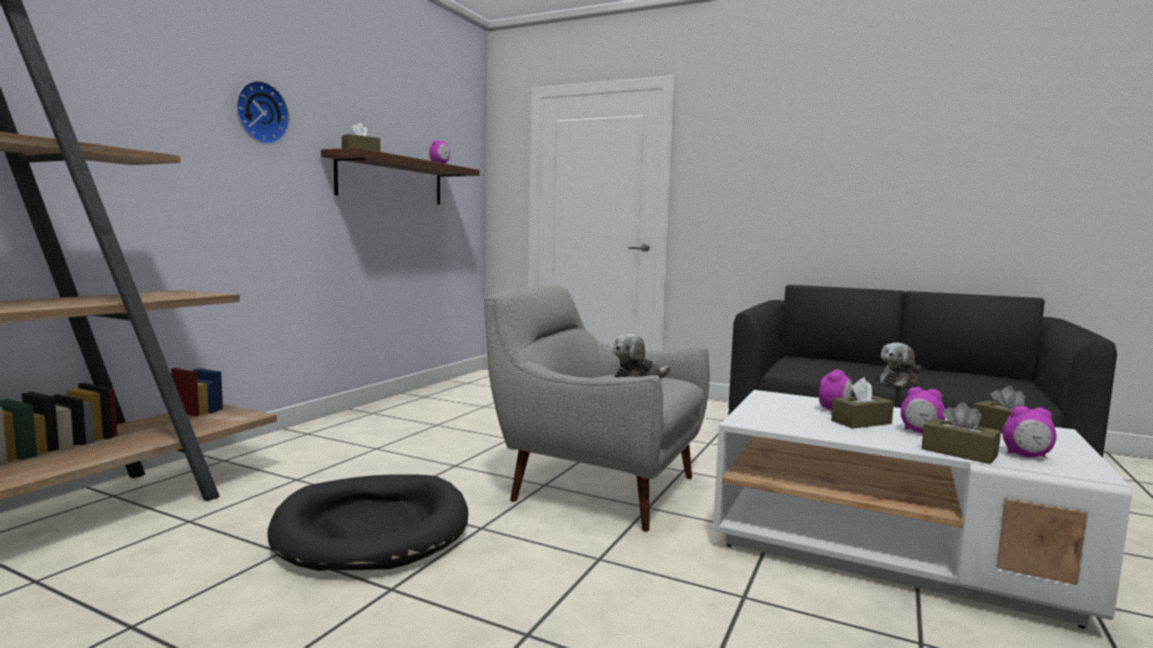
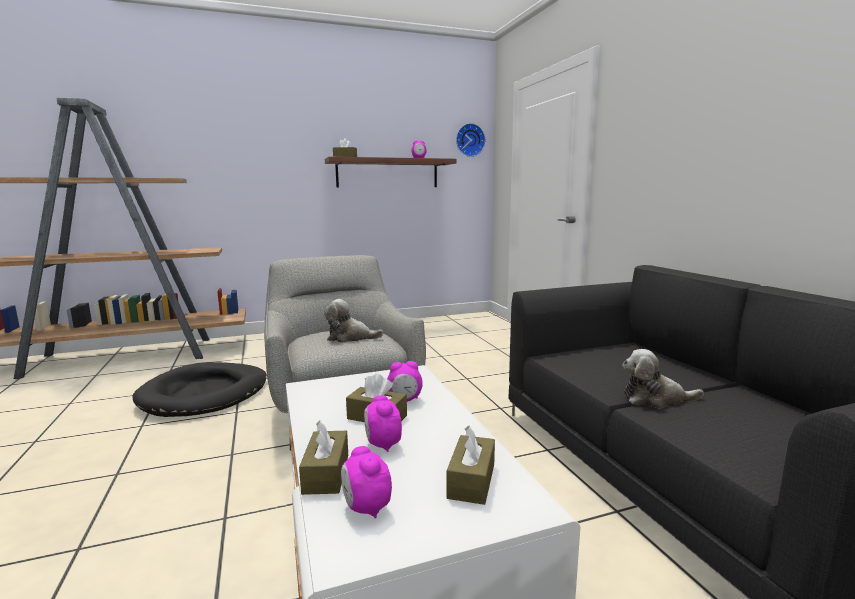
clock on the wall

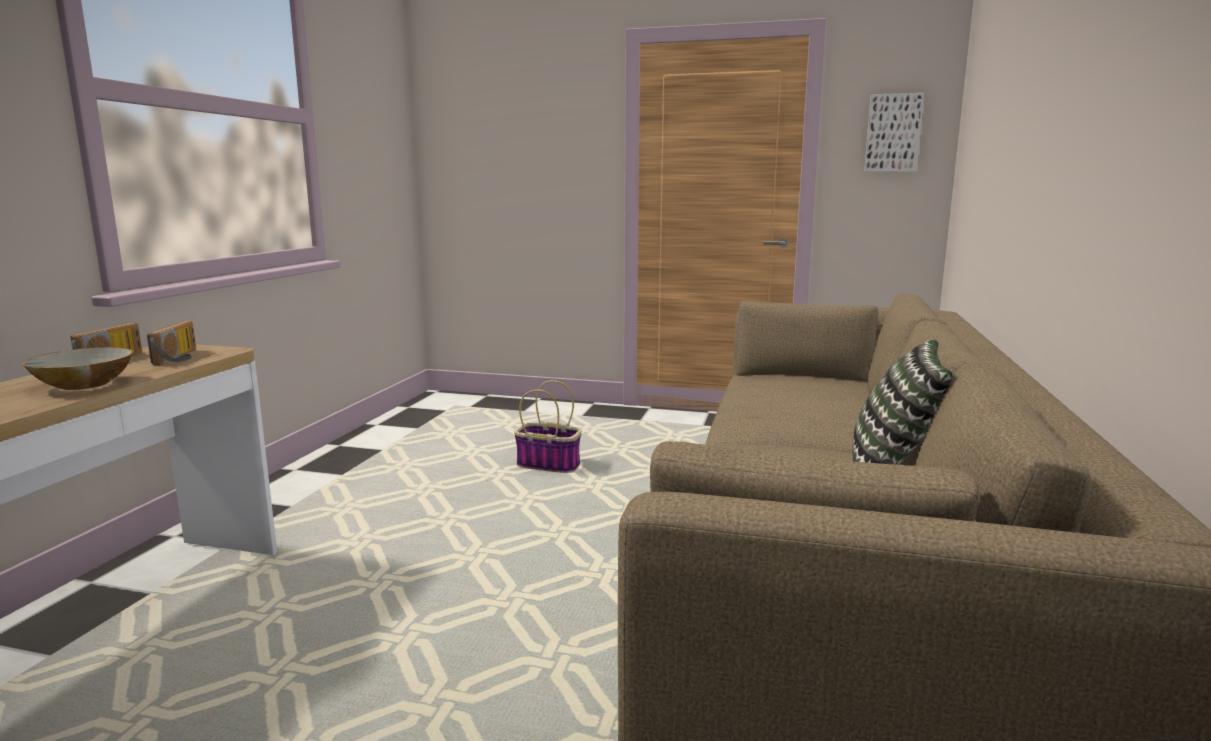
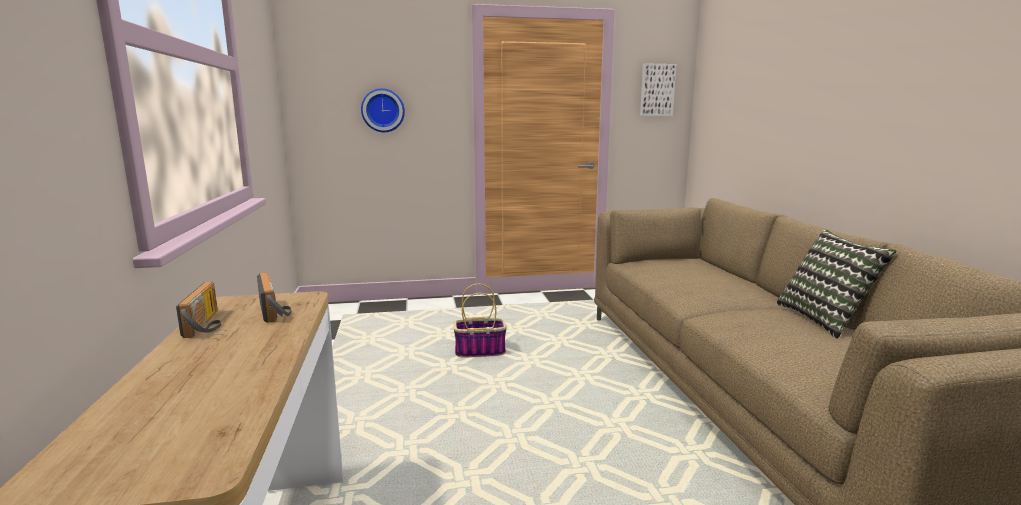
deep dish
clock on the wall

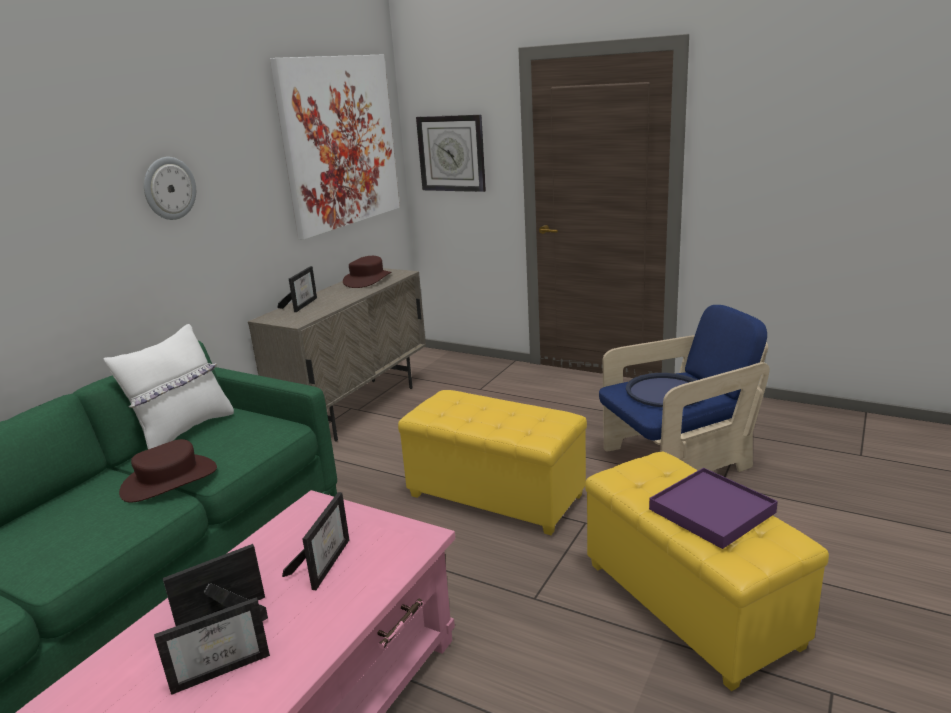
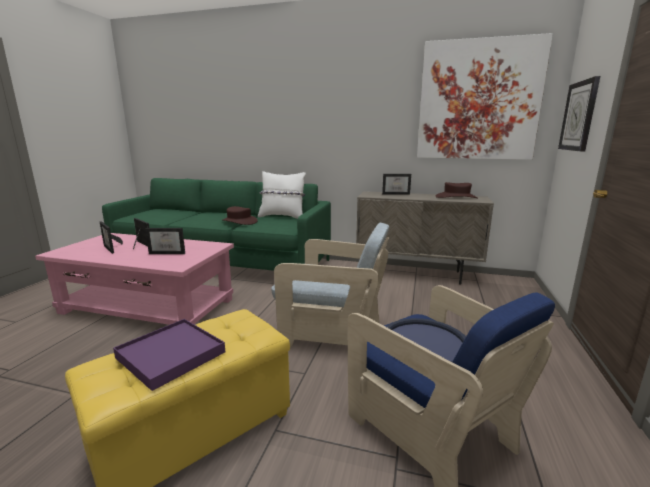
clock on the wall (no. 1 from left in the first image)
beige lounge chair

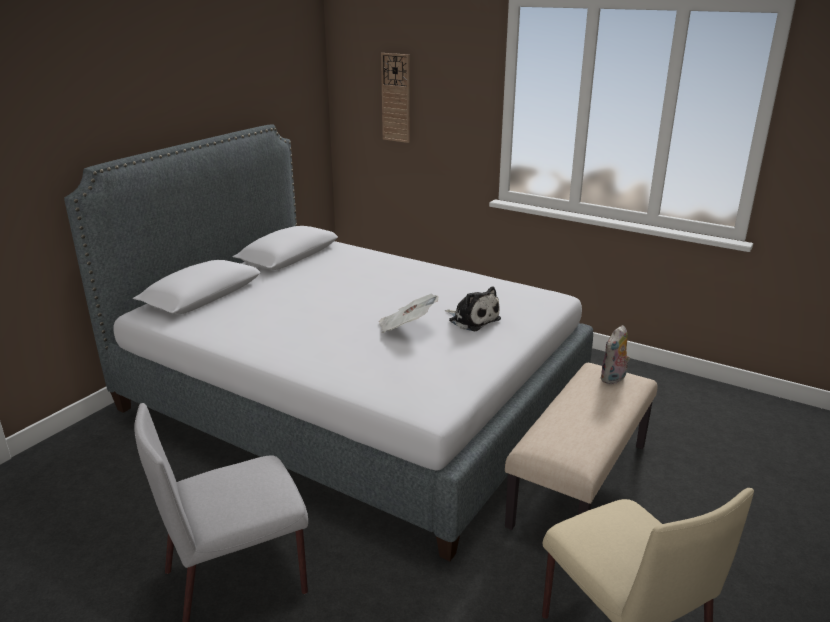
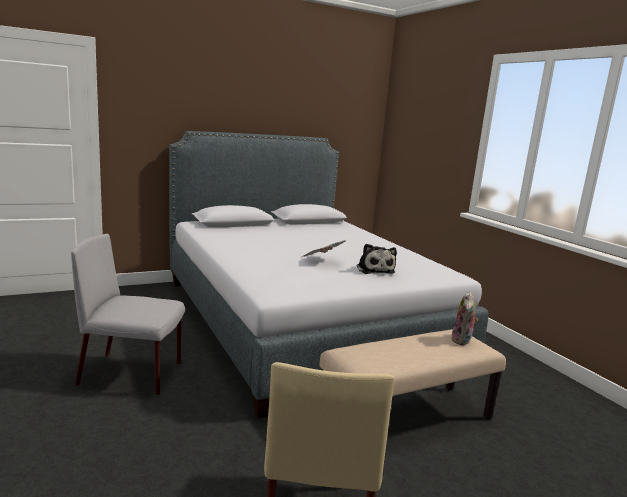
clock on the wall
plush toy (no. 2 from left)

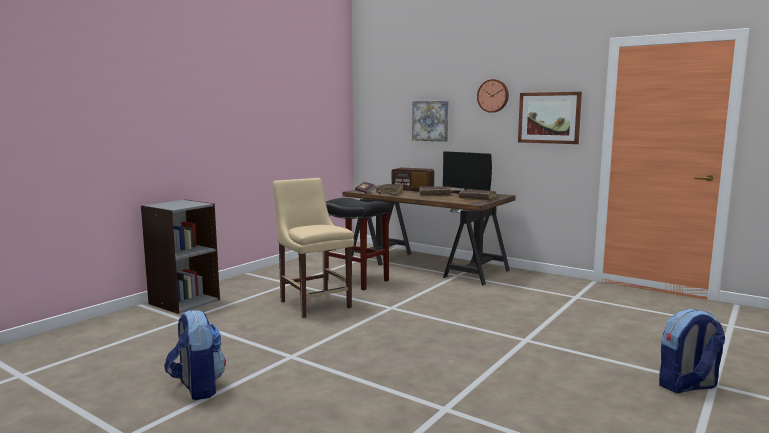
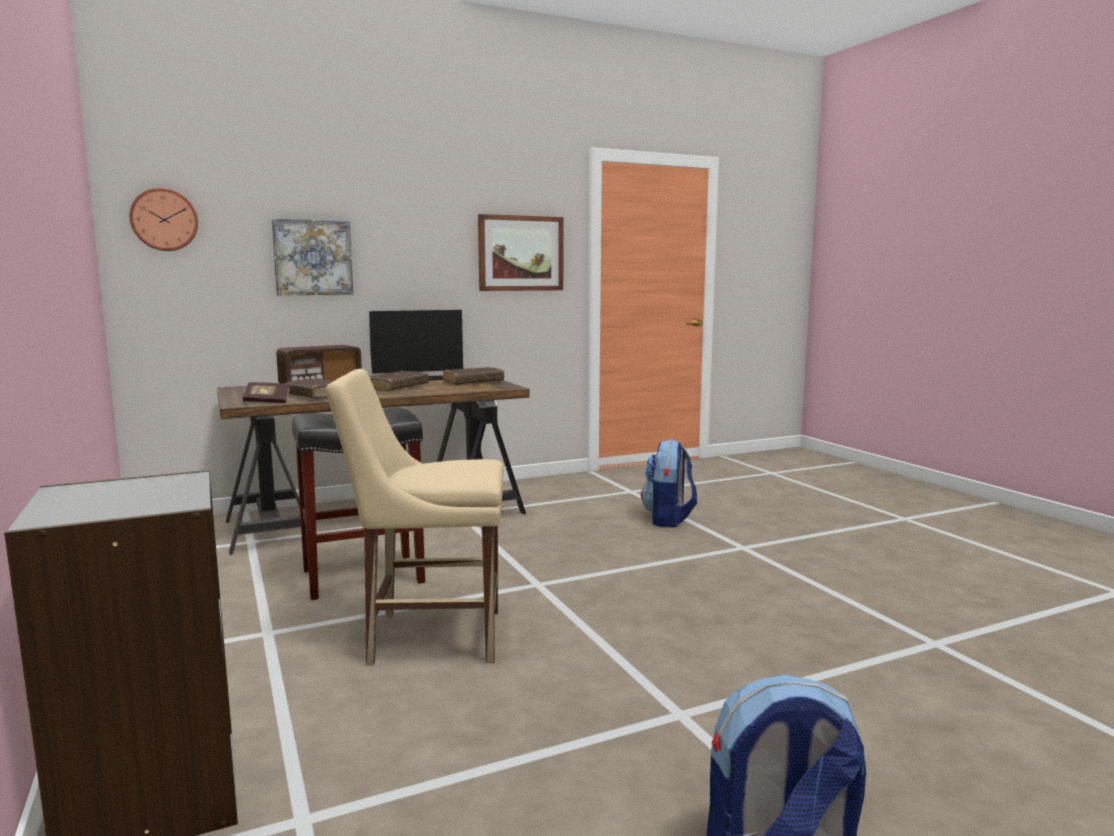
clock on the wall
backpack (no. 1 from left)

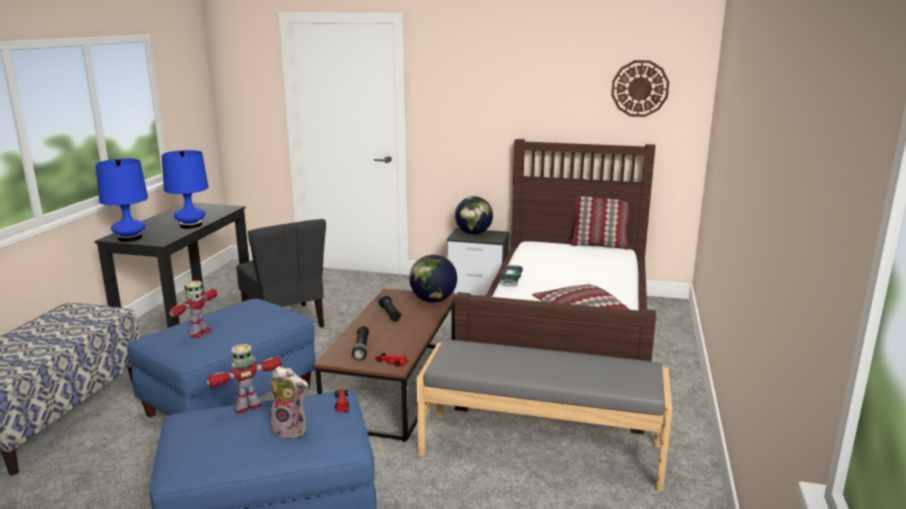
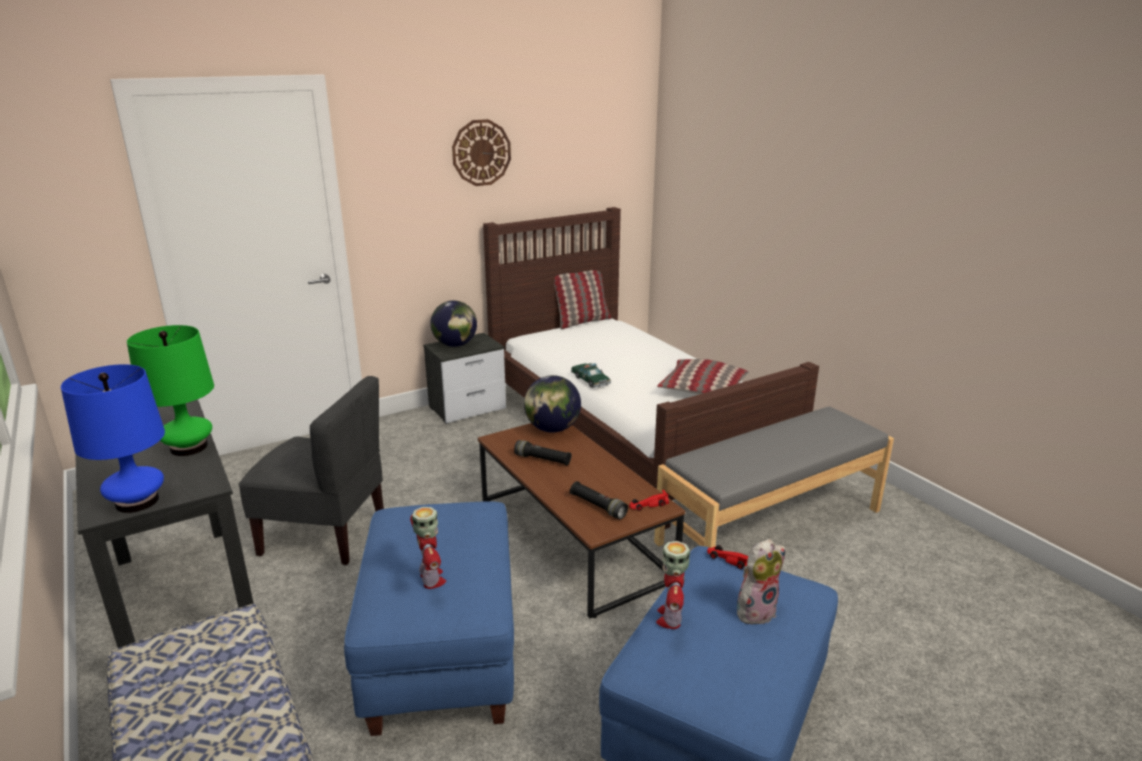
clock on the wall
greenish table lamp

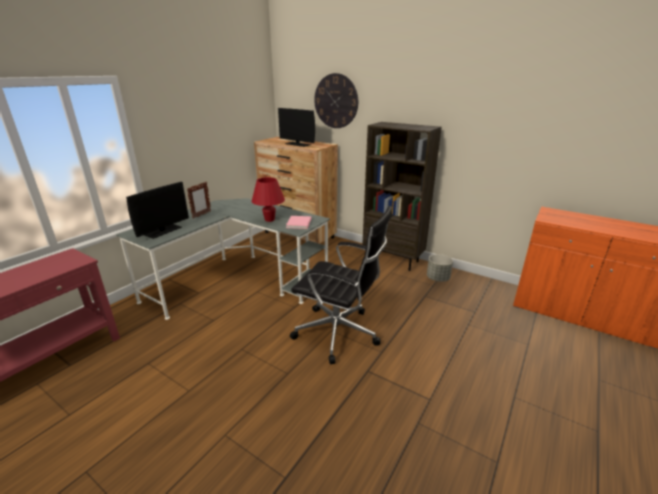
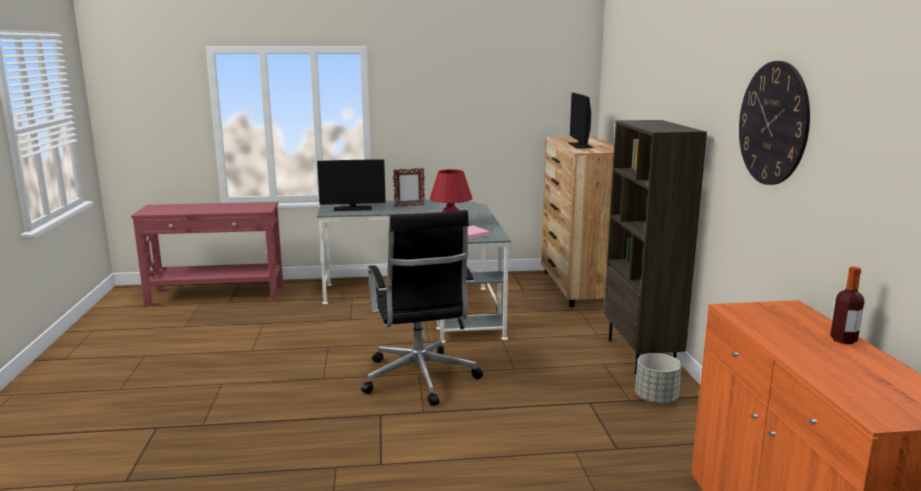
clock on the wall
beverage bottle

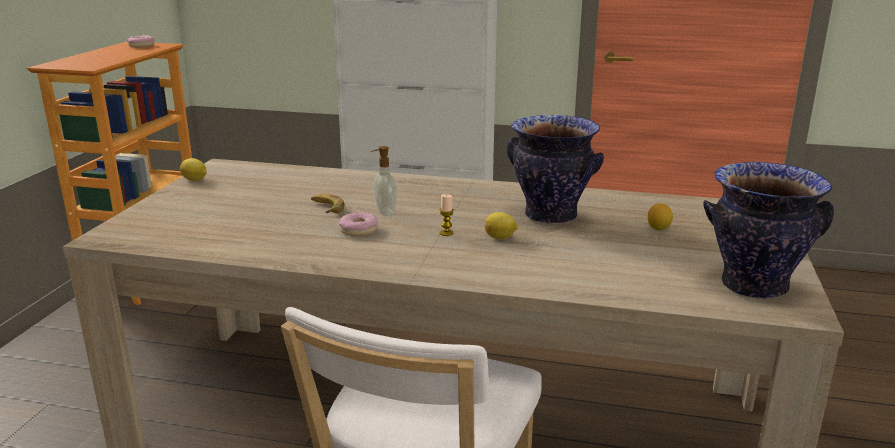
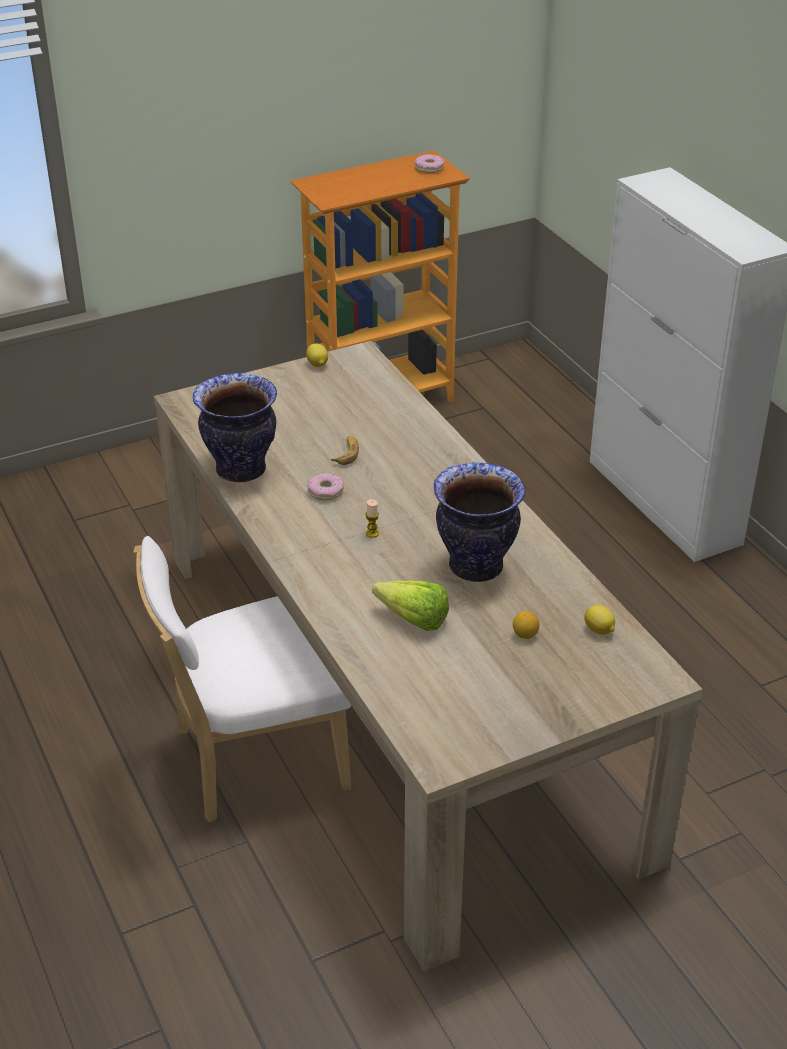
soap bottle
decorative vase (no. 1 from left)
citrus fruit (no. 3 from left)
lettuce head

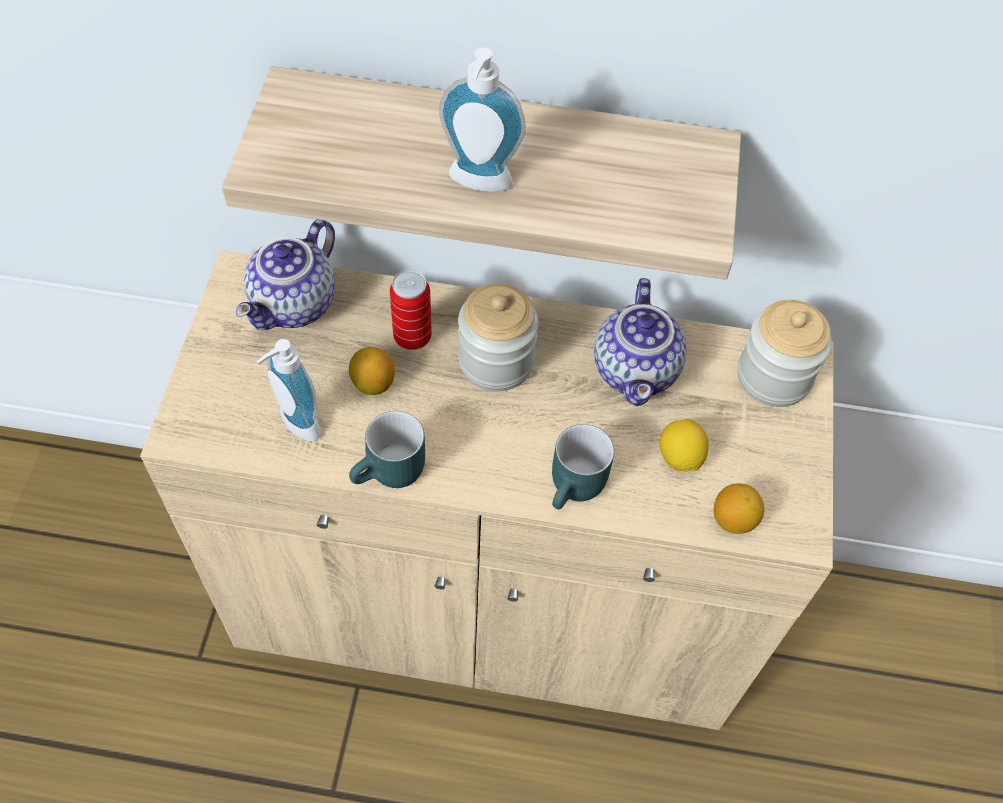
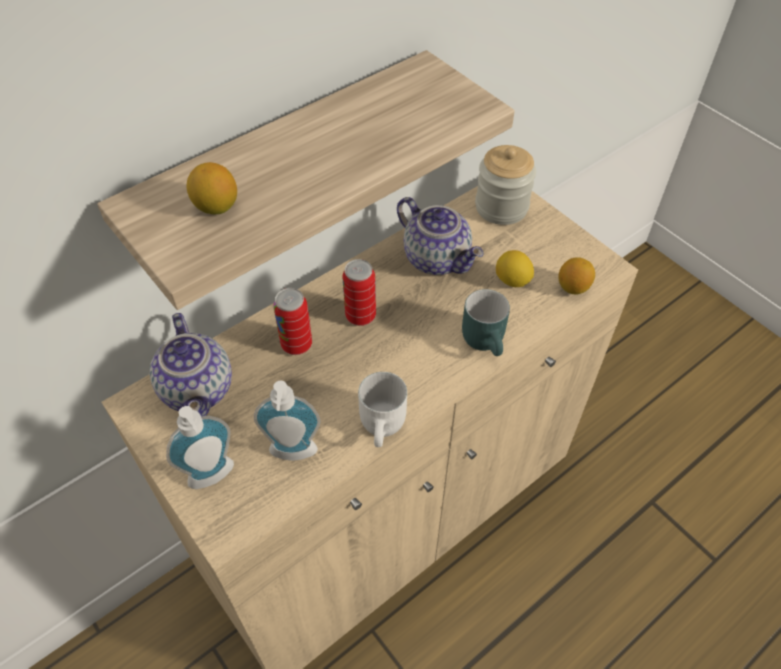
soap bottle (no. 1 from left)
can (no. 2 from left)
citrus fruit (no. 1 from left)
white-coloured mug

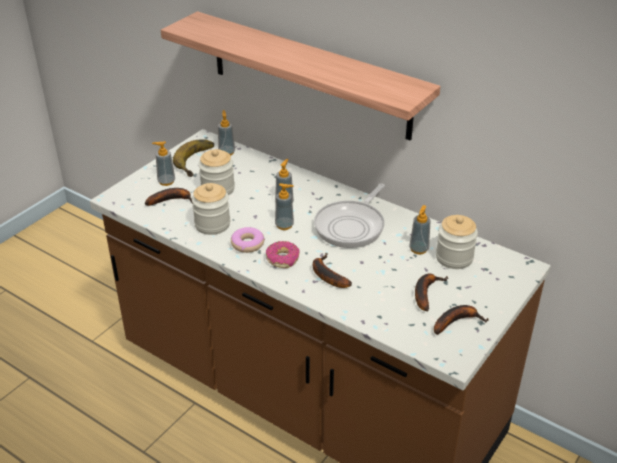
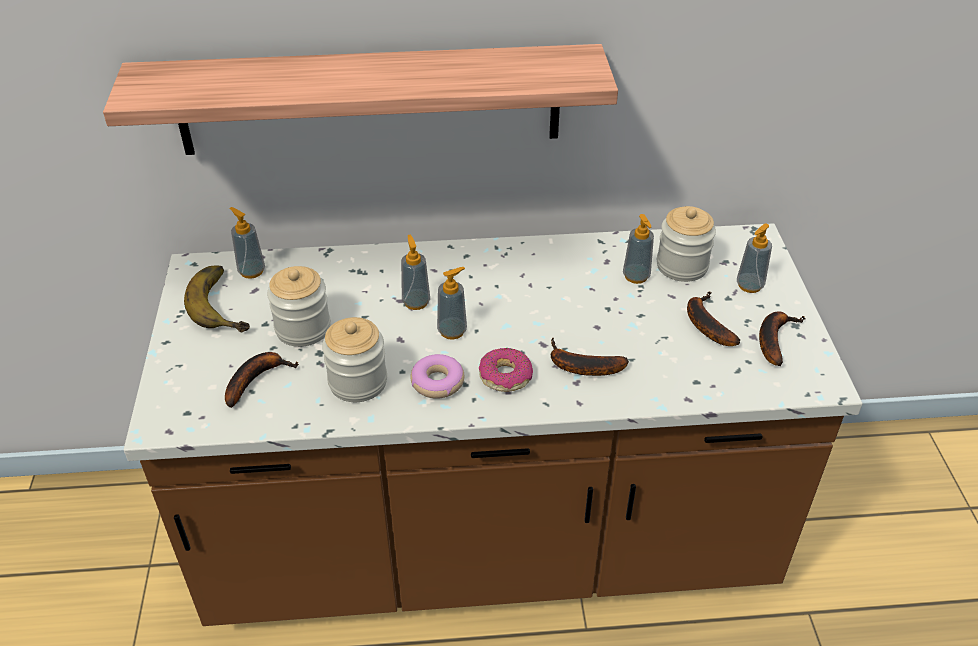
soap bottle (no. 5 from left)
pan

